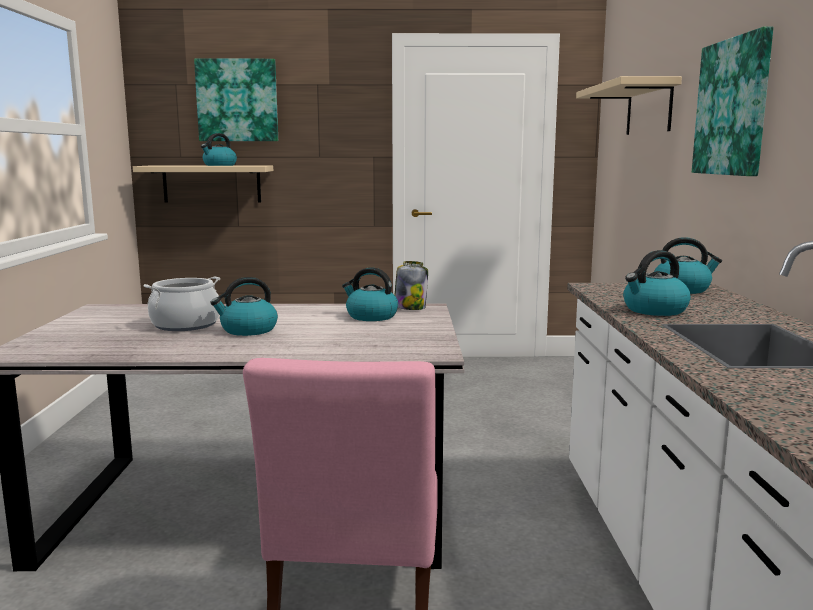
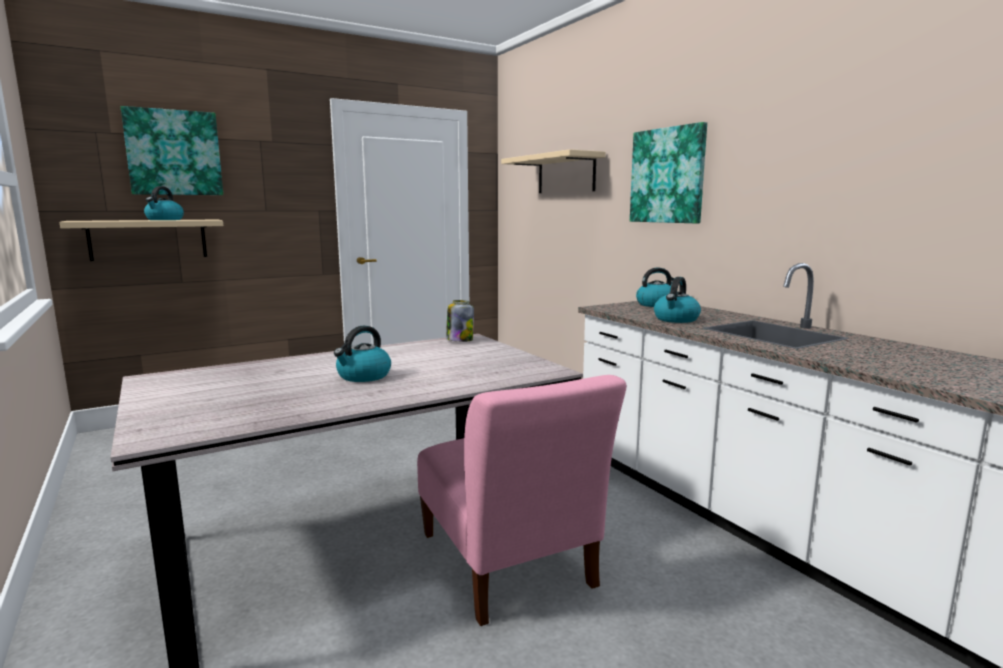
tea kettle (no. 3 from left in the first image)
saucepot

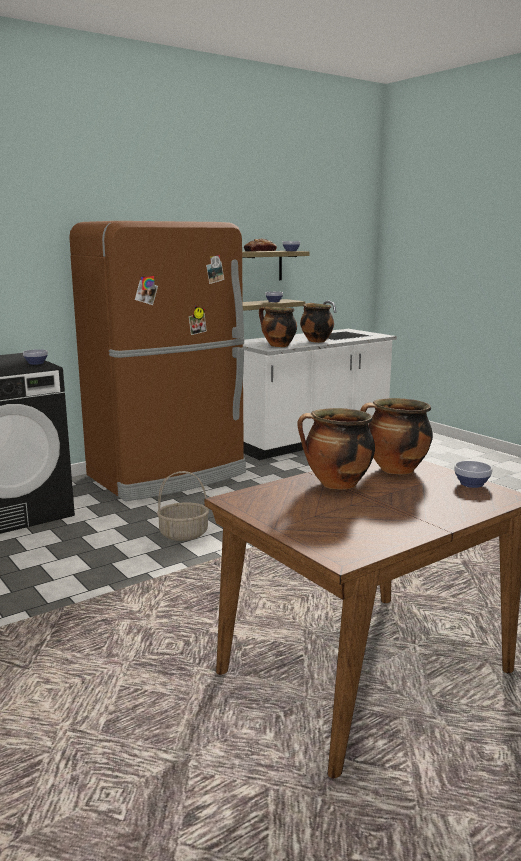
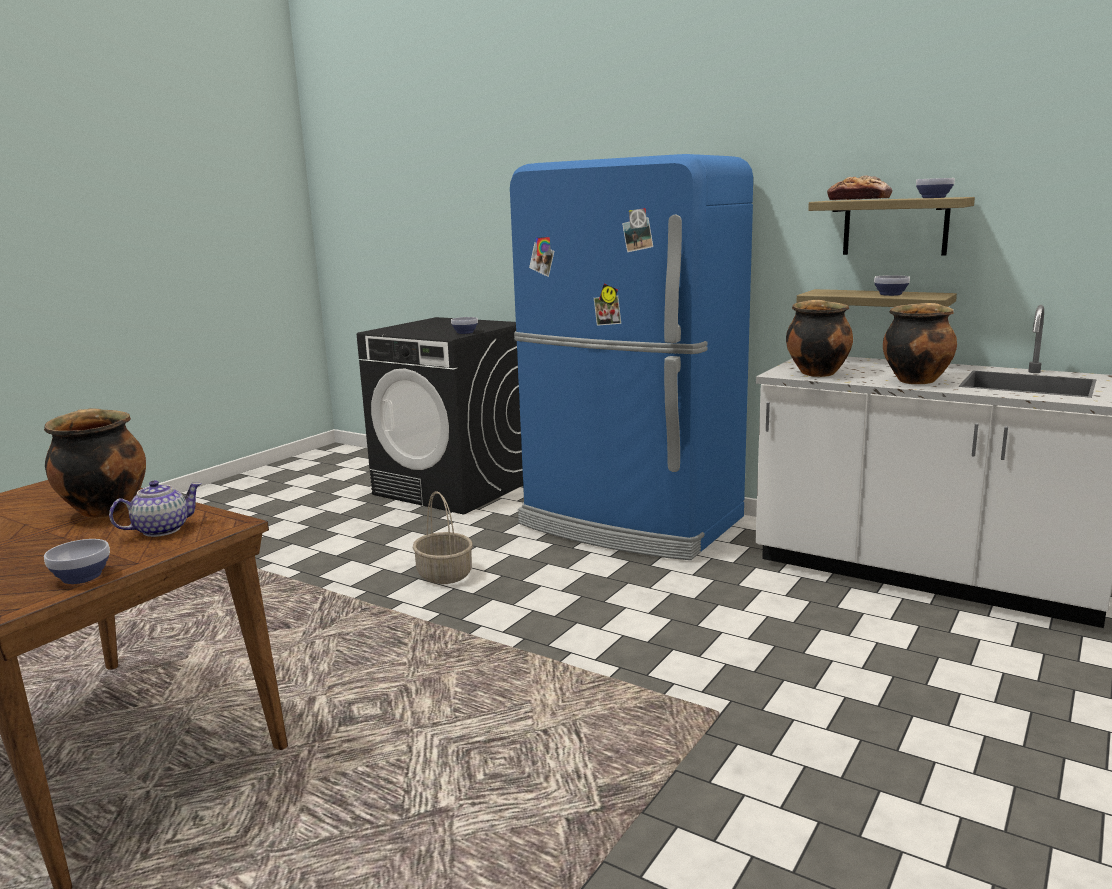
blue fridge
pot for tea

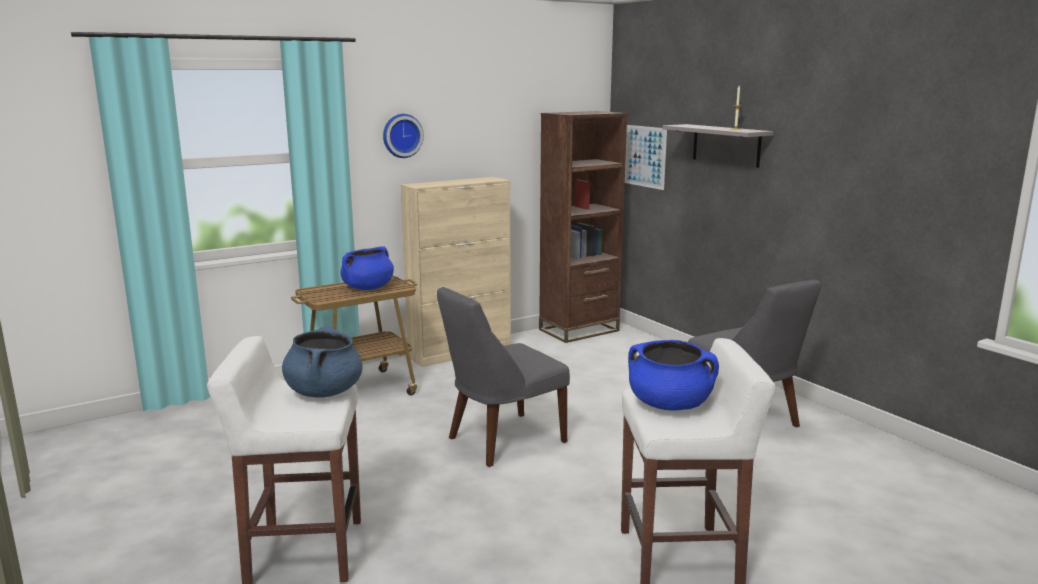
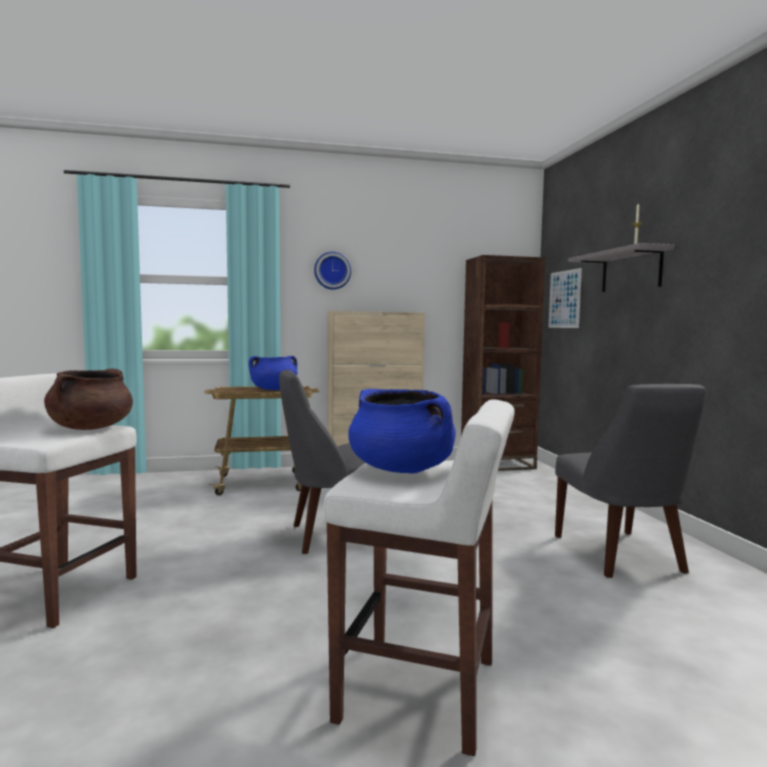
brown-coloured saucepot

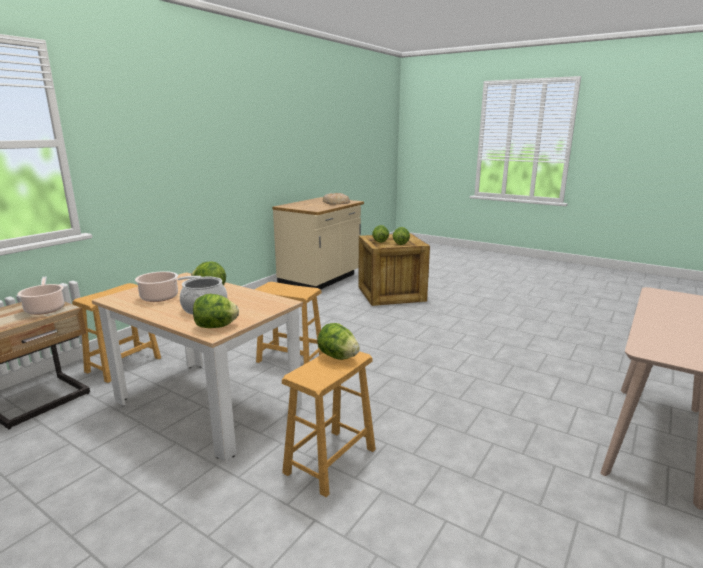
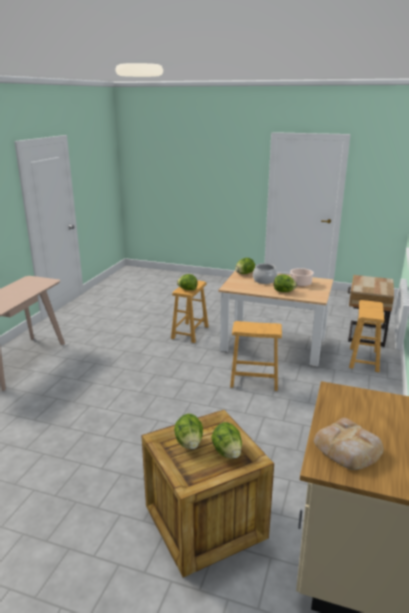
saucepot (no. 1 from left in the first image)

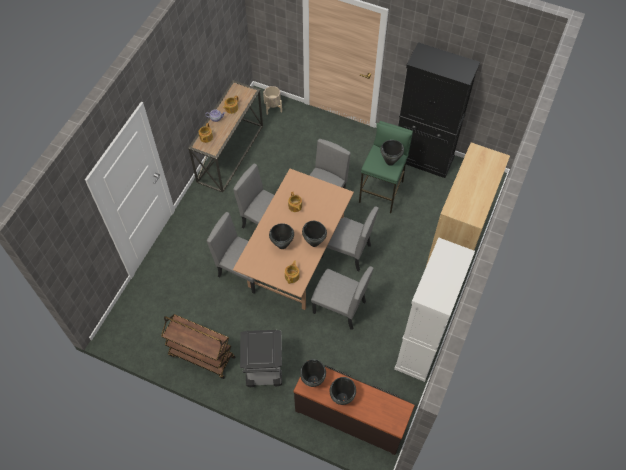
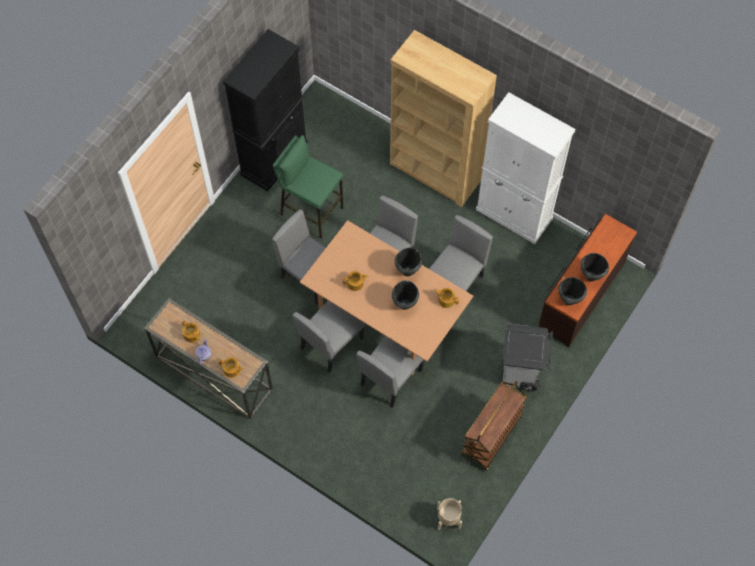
beige flower pot
black saucepot (no. 5 from left in the first image)

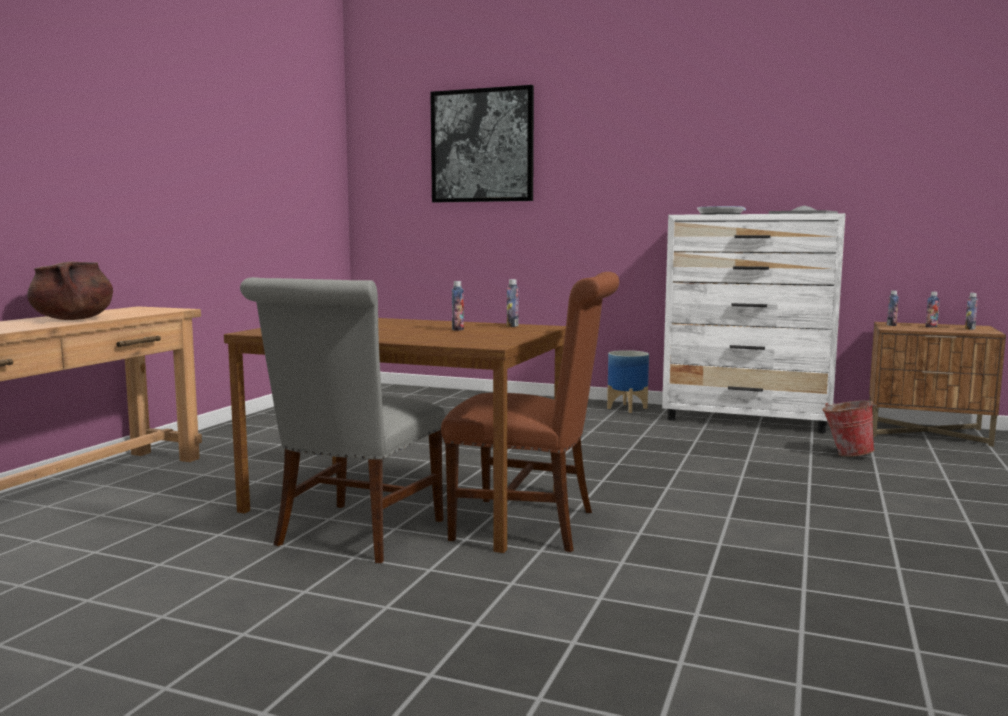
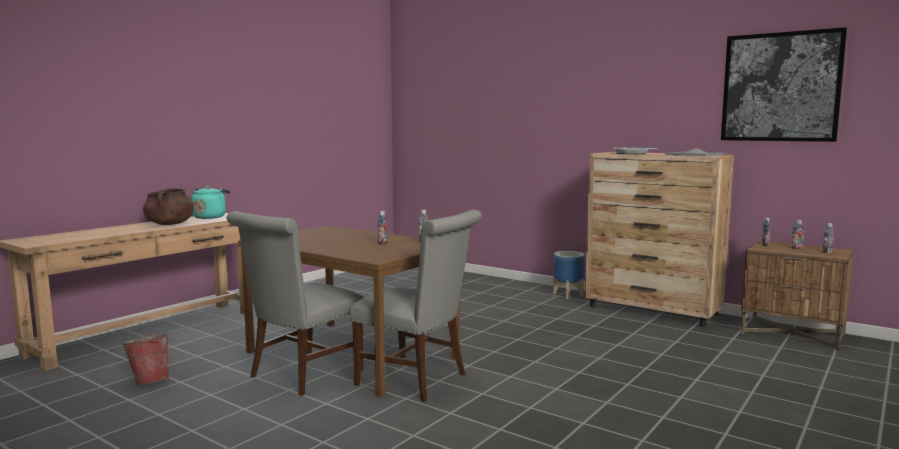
picture
brown-coloured dresser
gray plain chair (no. 2 from left)
water bucket
blue-green tea kettle

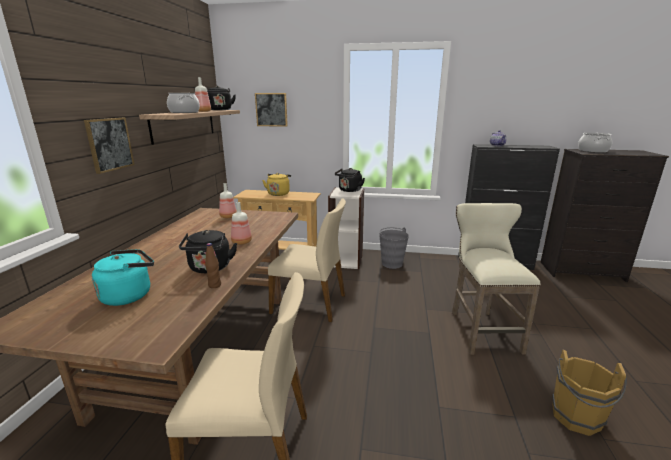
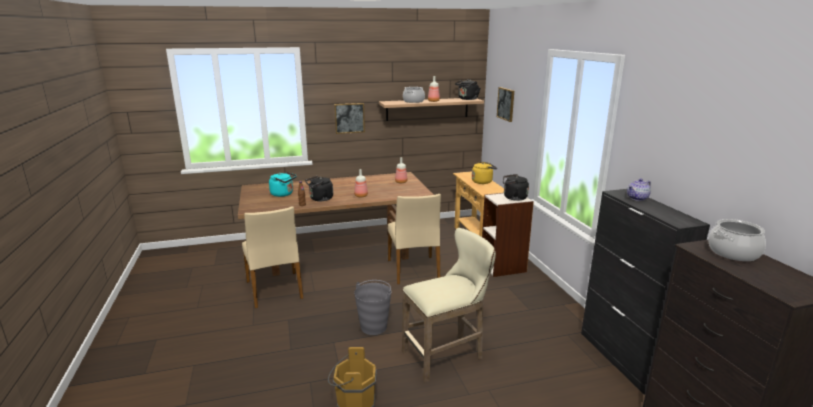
gray water bucket

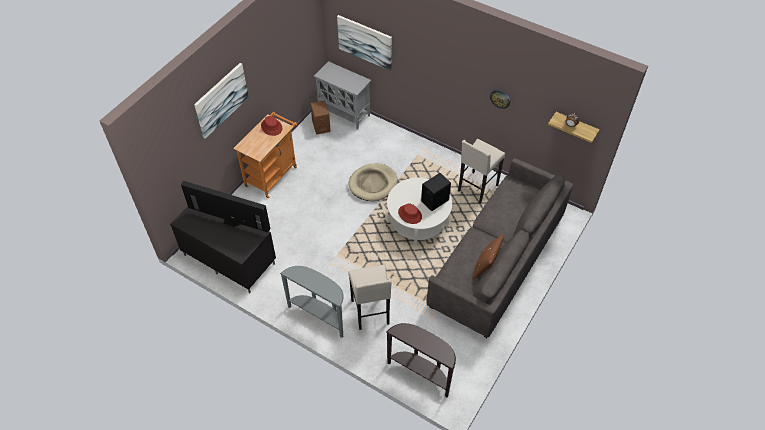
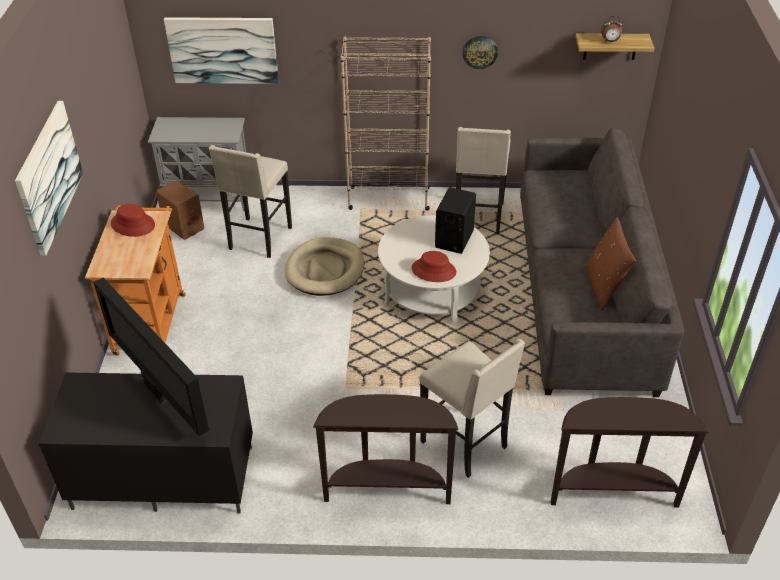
TV
brown-coloured hall table (no. 1 from left)
beige bookcase
beige stool seat (no. 1 from left)

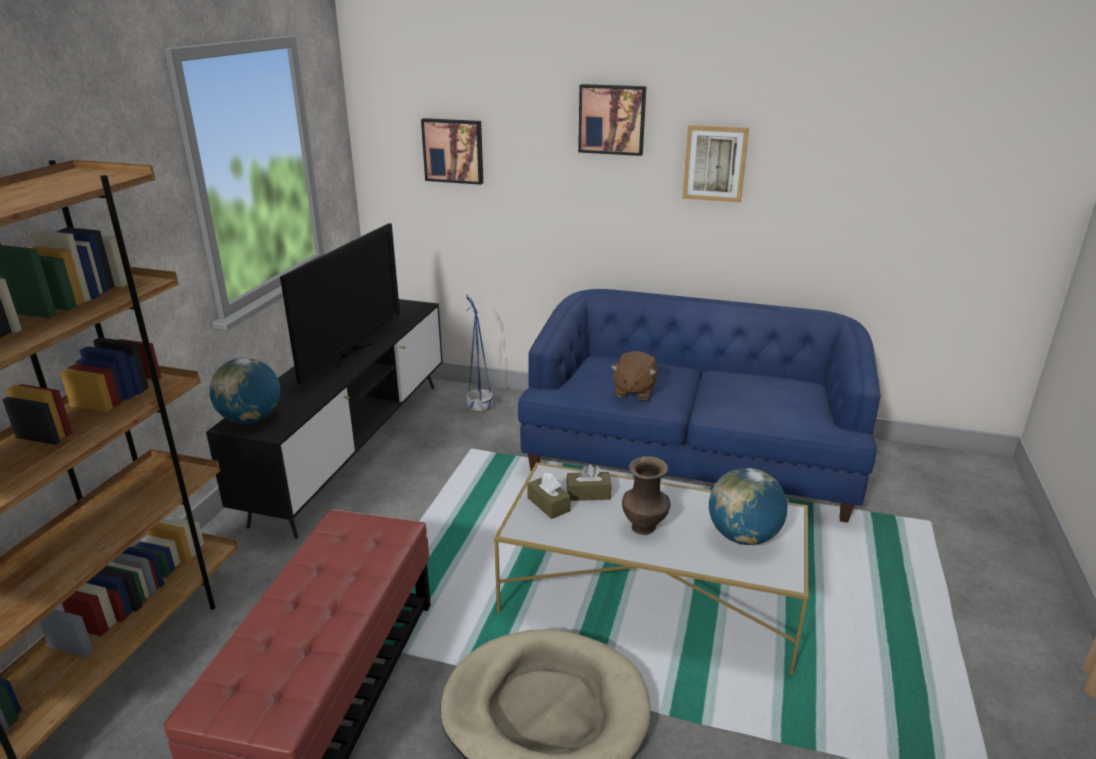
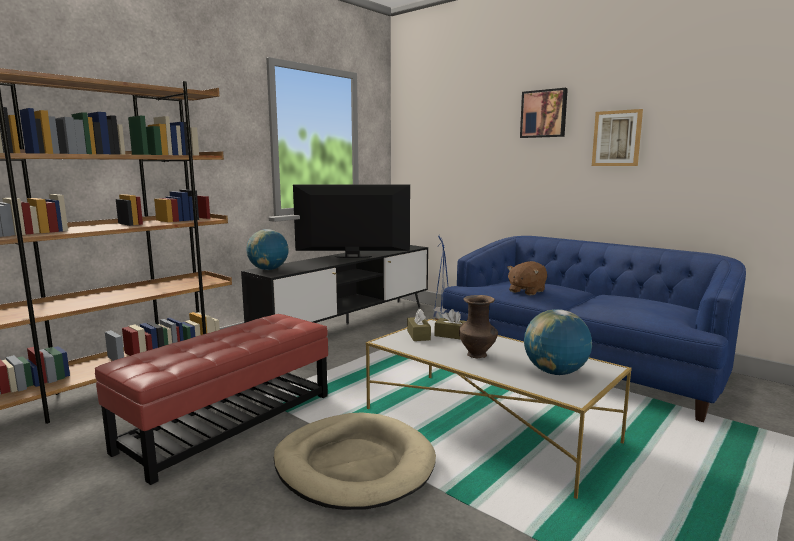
picture (no. 1 from left in the first image)
TV

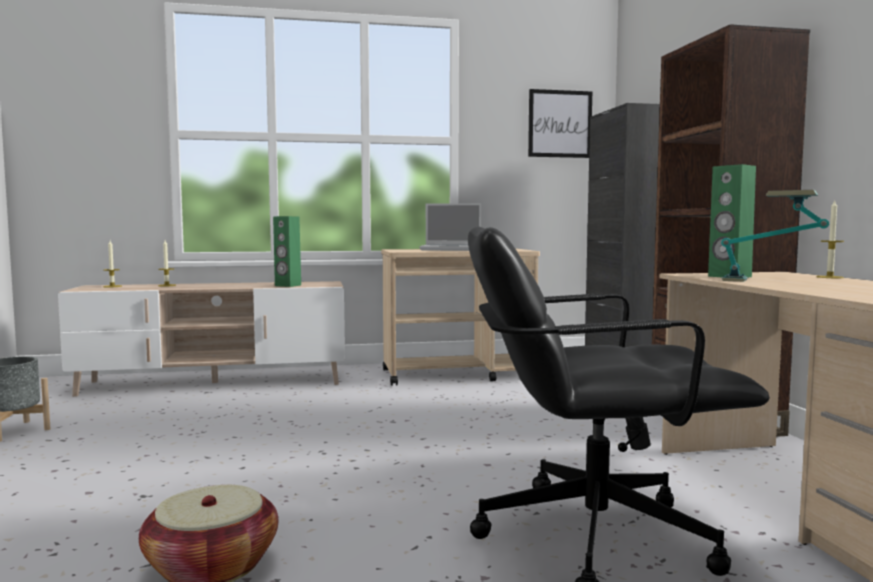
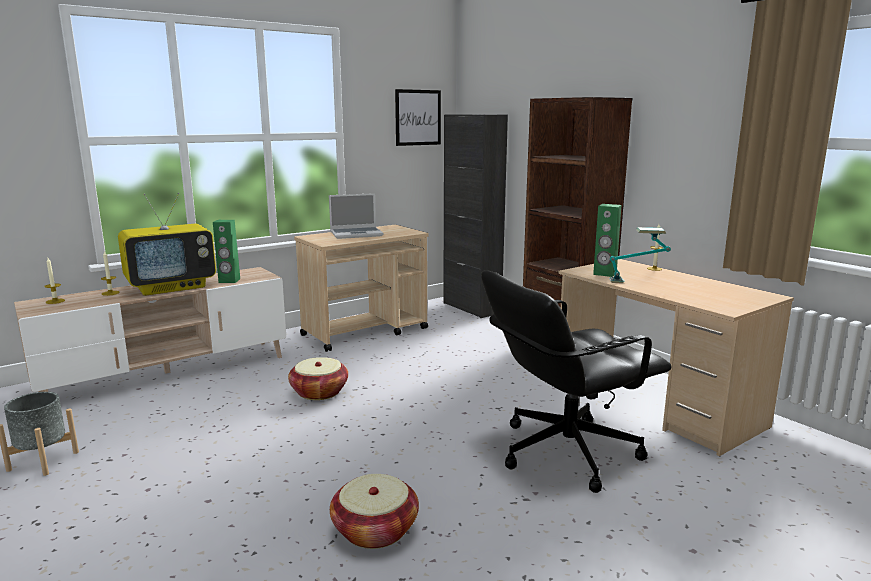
TV
basket (no. 1 from left)

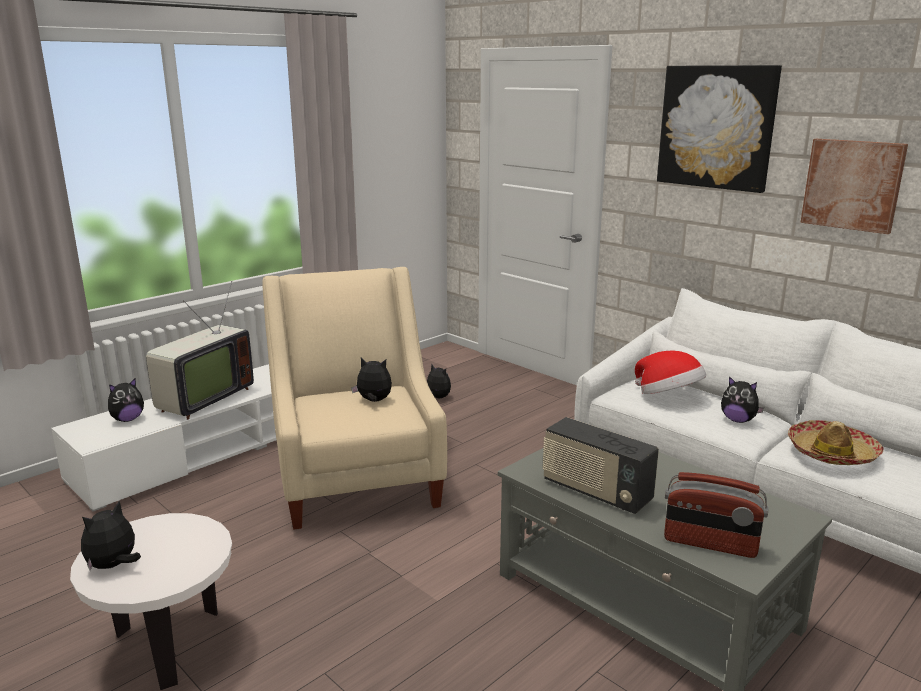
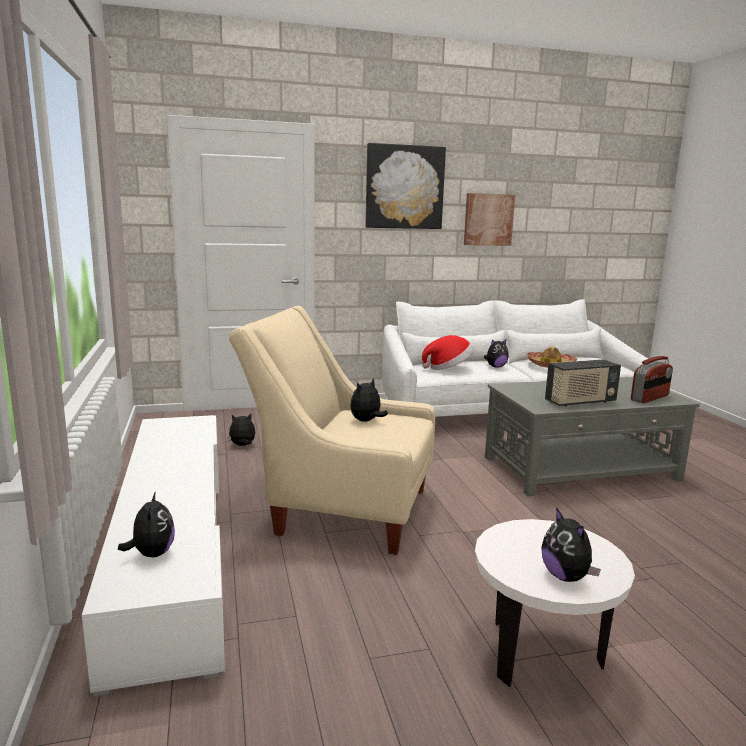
TV

